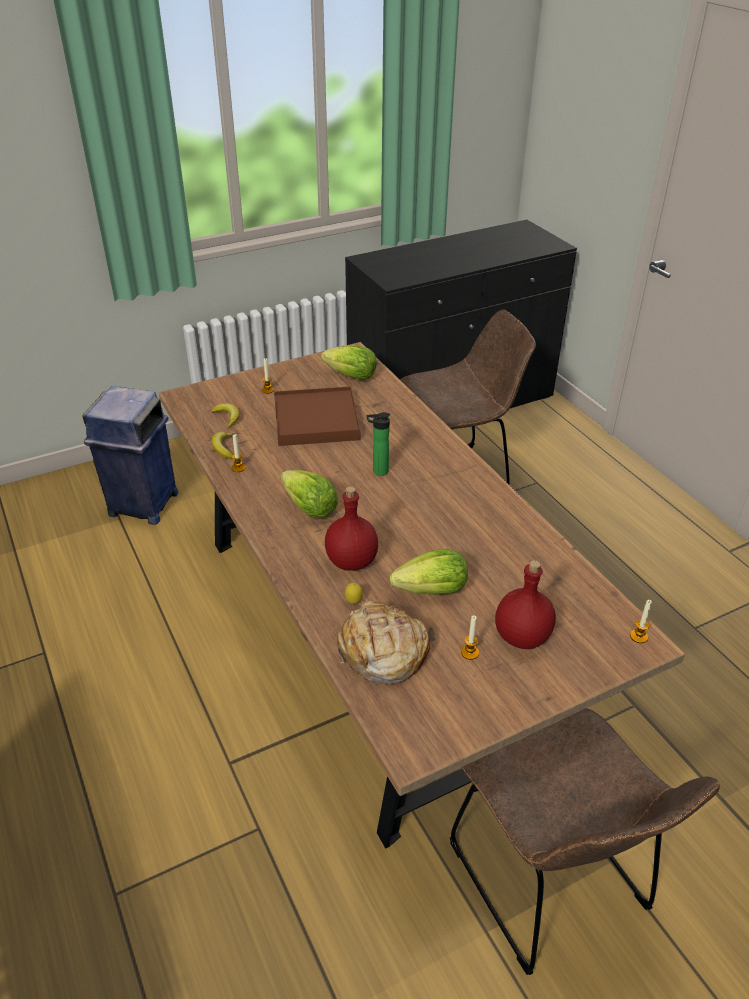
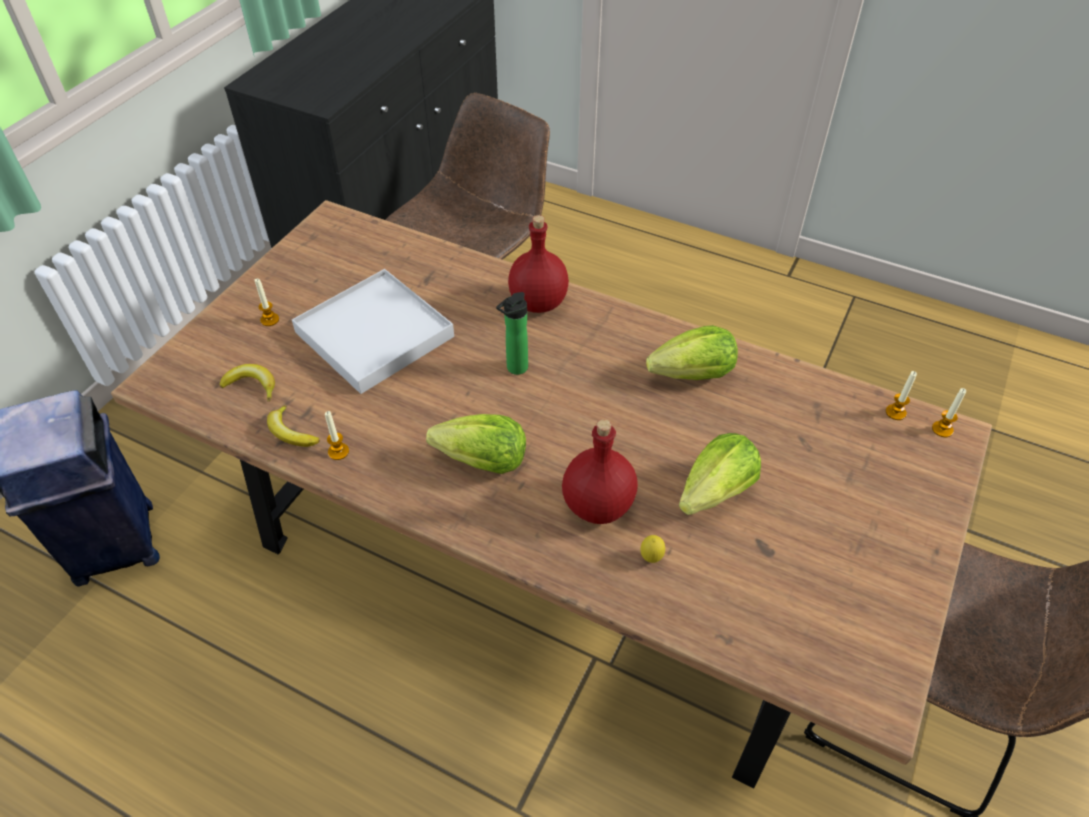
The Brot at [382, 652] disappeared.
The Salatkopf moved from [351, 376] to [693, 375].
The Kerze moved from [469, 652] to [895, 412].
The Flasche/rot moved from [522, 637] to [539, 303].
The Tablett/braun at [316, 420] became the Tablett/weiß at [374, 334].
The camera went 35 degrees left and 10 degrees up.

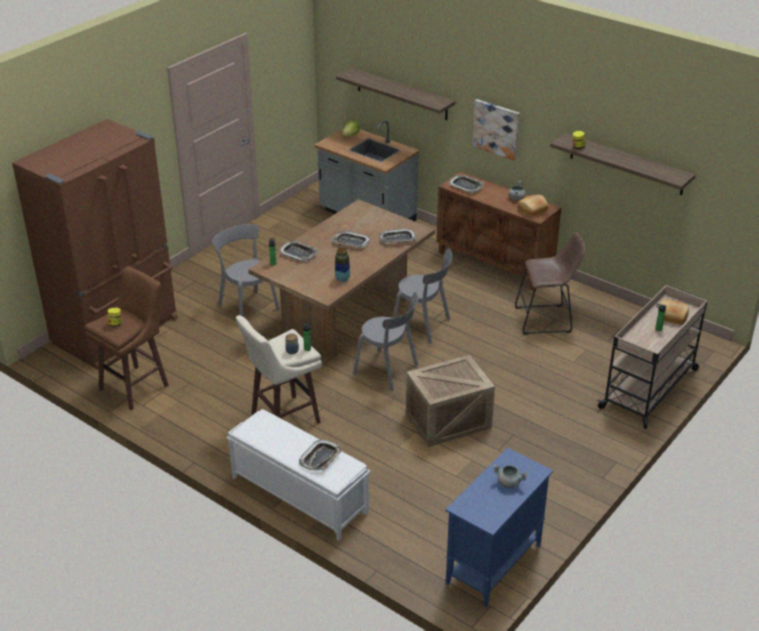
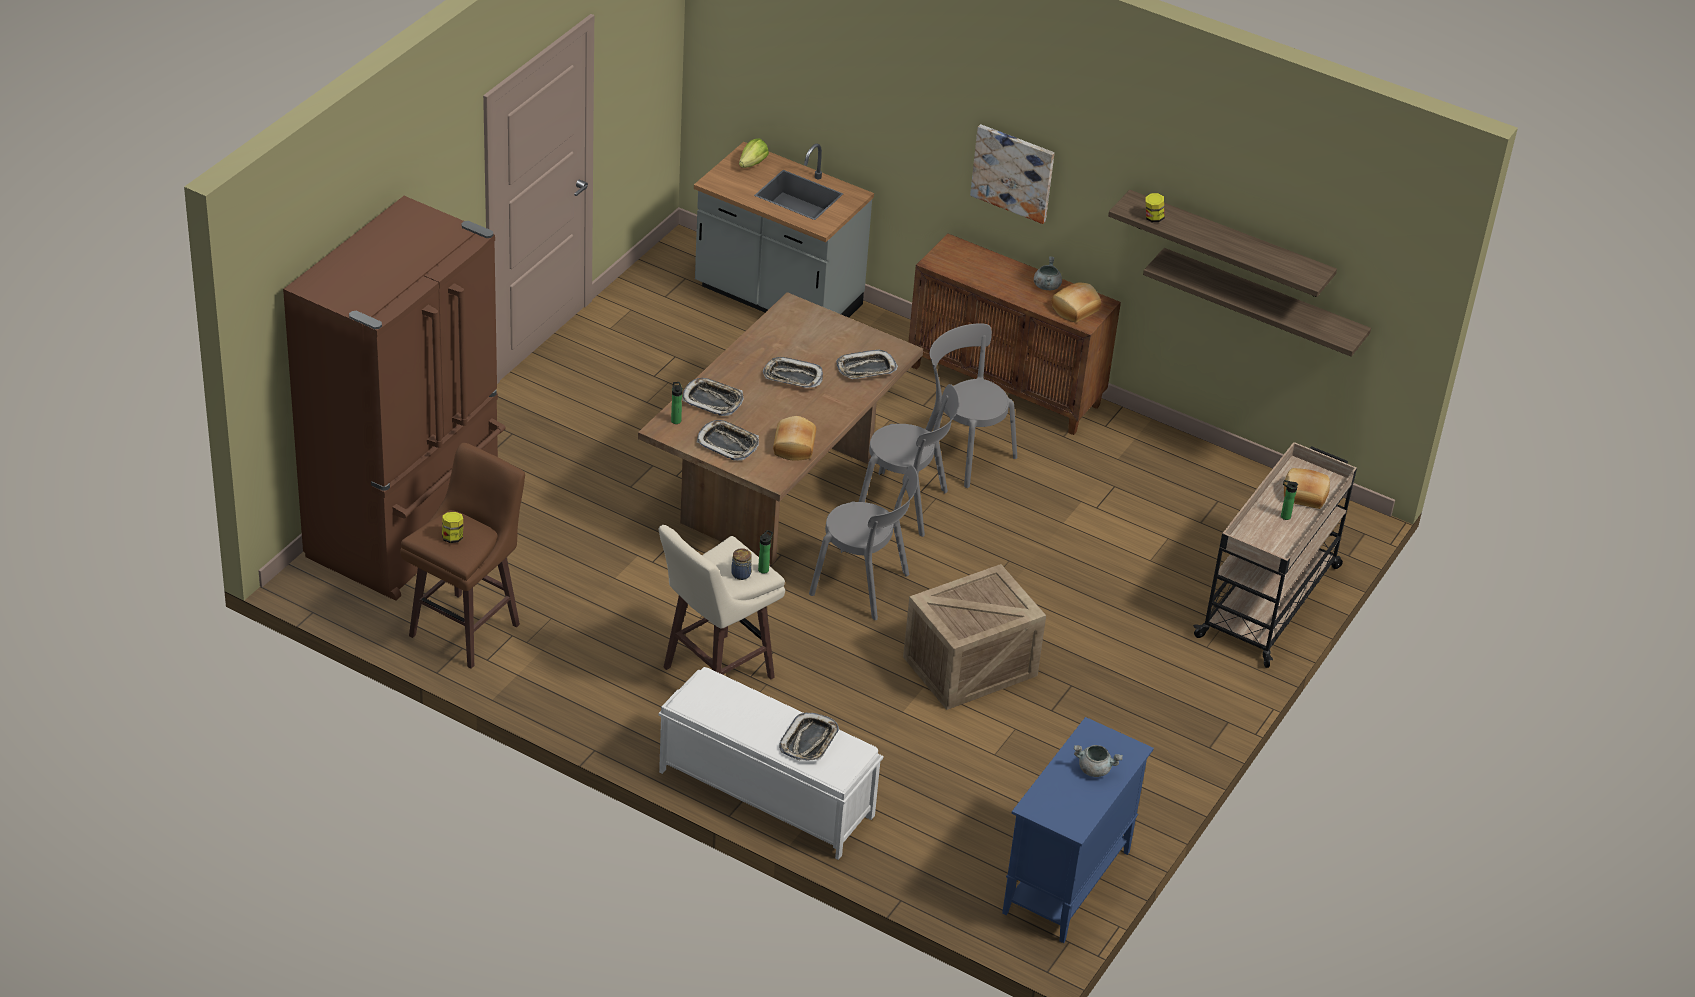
The Hocker/braun at [546, 320] disappeared.
The Stuhl/grau moved from [247, 306] to [963, 452].
The Wandregal moved from [402, 94] to [1263, 303].
The Tablett moved from [466, 186] to [728, 444].
The Vase at [342, 279] was replaced by the Brot at [793, 446].
The camera went 10 degrees left and 5 degrees up.

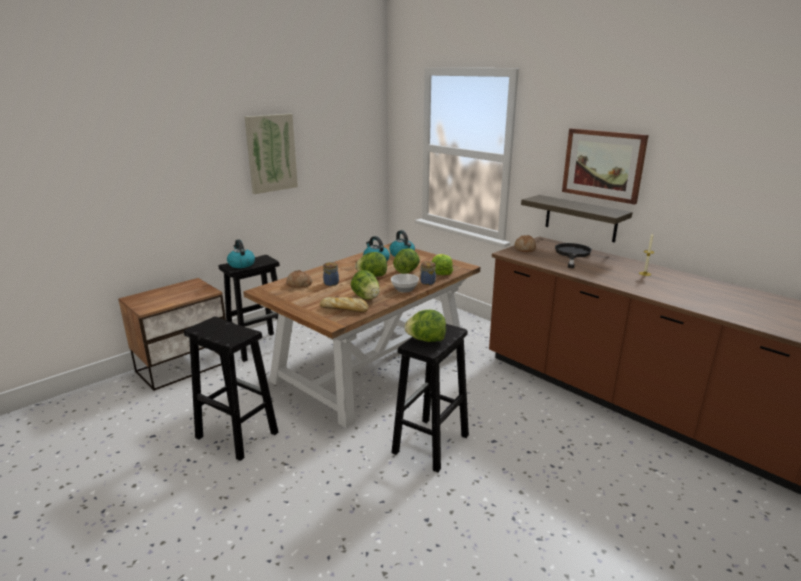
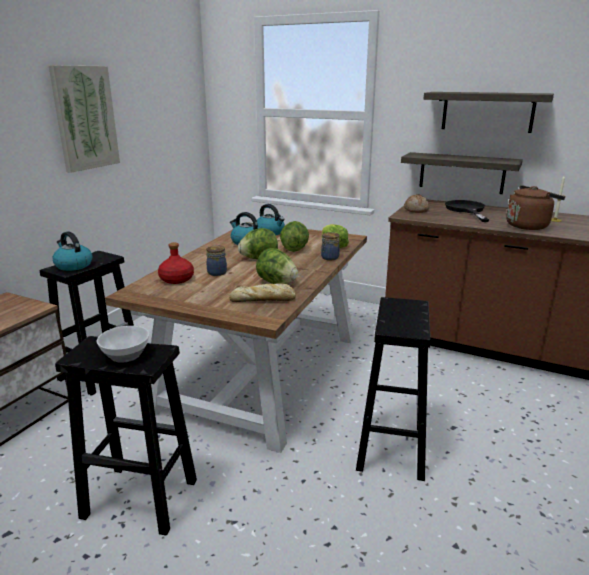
The Salatkopf at [426, 340] disappeared.
The Wasserkessel/braun at [529, 226] appeared.
The Schüssel moved from [404, 289] to [124, 355].
The Brot at [299, 284] was replaced by the Flasche/rot at [176, 279].
The Bild at [603, 165] was replaced by the Wandregal at [487, 111].
The camera went 20 degrees left and 0 degrees up.

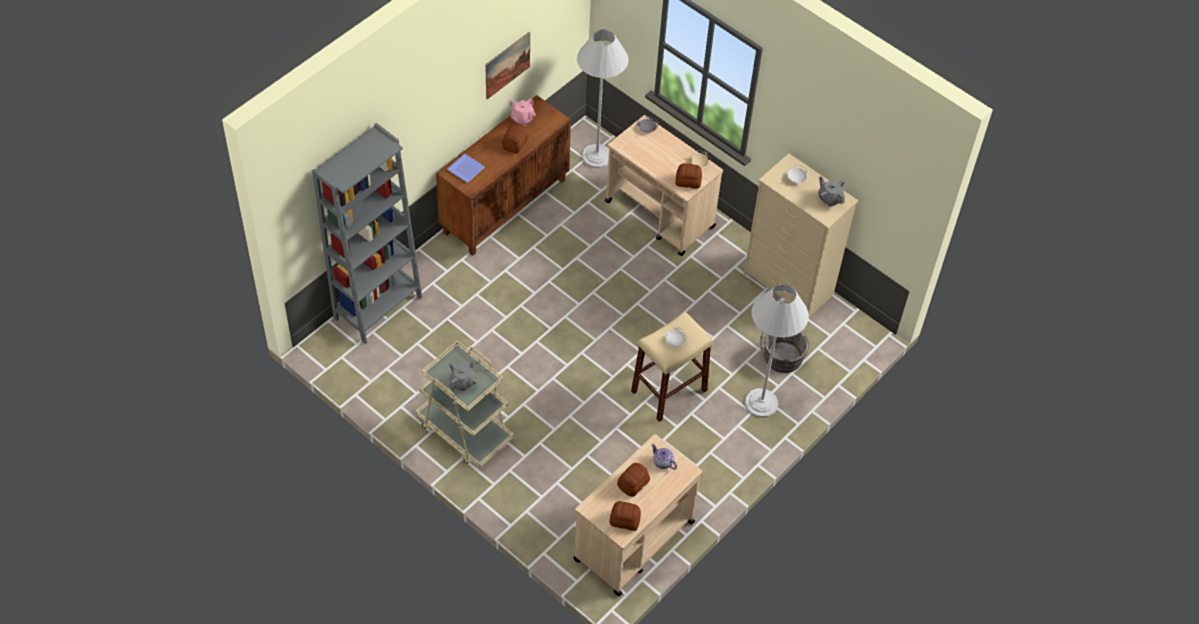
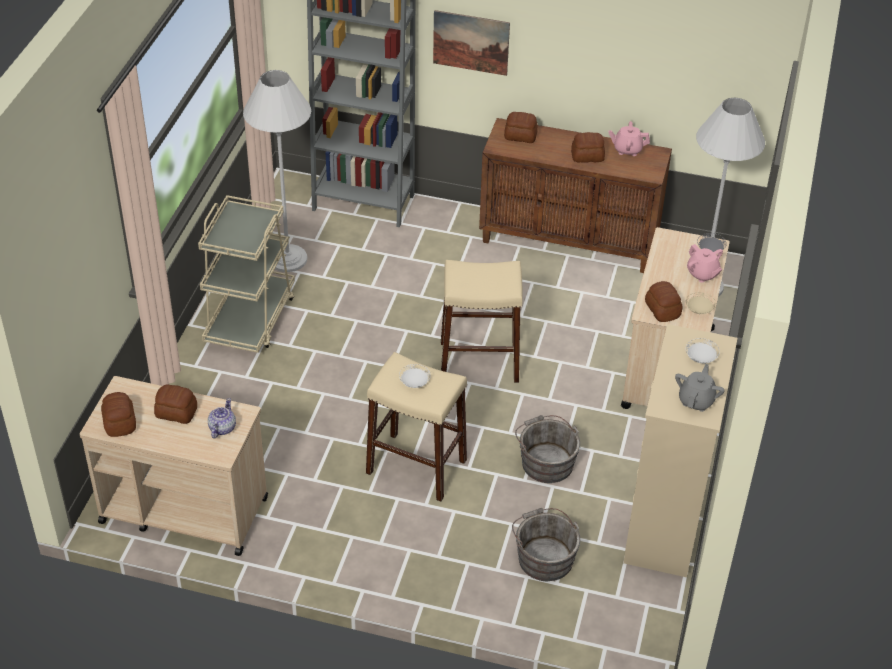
The Teekanne/grau at [463, 382] disappeared.
The Hocker/beige at [479, 362] appeared.
The Eimer/grau at [546, 461] appeared.
The Teekanne/rosa at [702, 274] appeared.
The Bild moved from [507, 65] to [471, 42].
The Stehlampe/weiß moved from [761, 403] to [287, 258].
The Teller at [467, 169] was replaced by the Brot at [520, 136].
The camera went 65 degrees right and 10 degrees down.

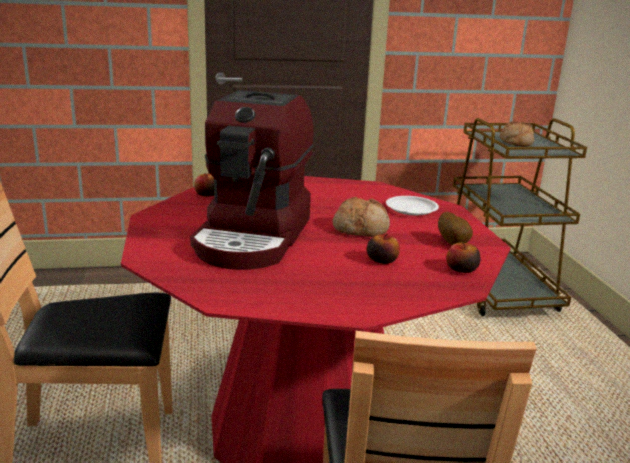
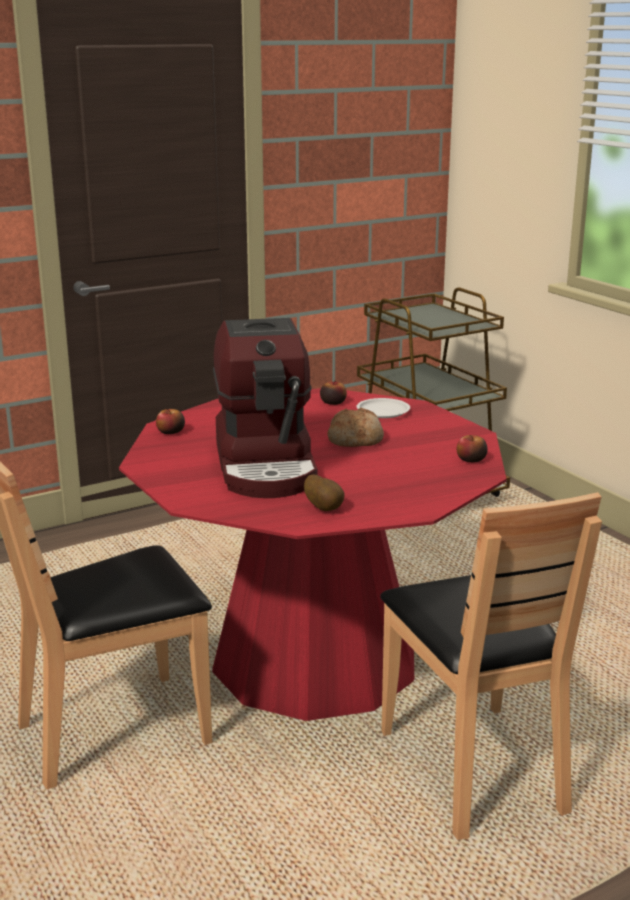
The Brot at [515, 142] disappeared.
The Apfel moved from [382, 260] to [333, 402].
The Kartoffel moved from [454, 243] to [325, 508].
The camera went 20 degrees left and 0 degrees up.

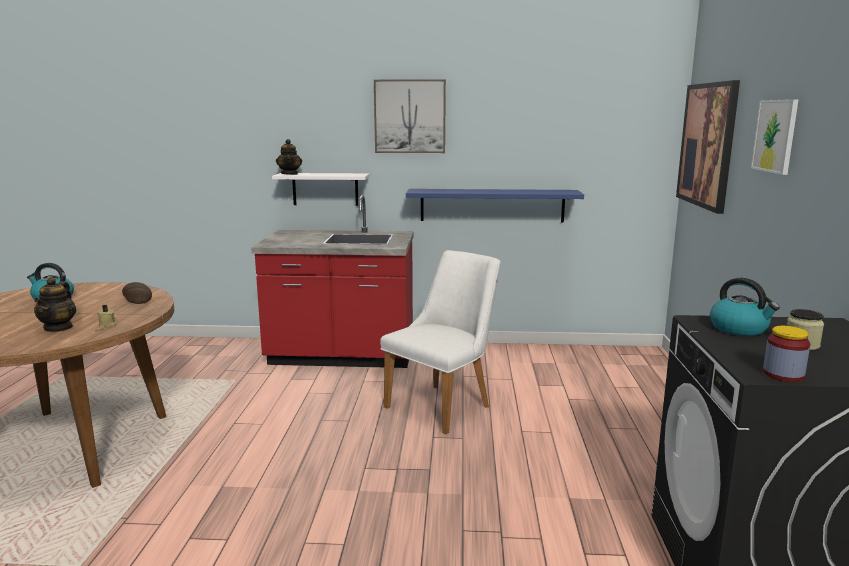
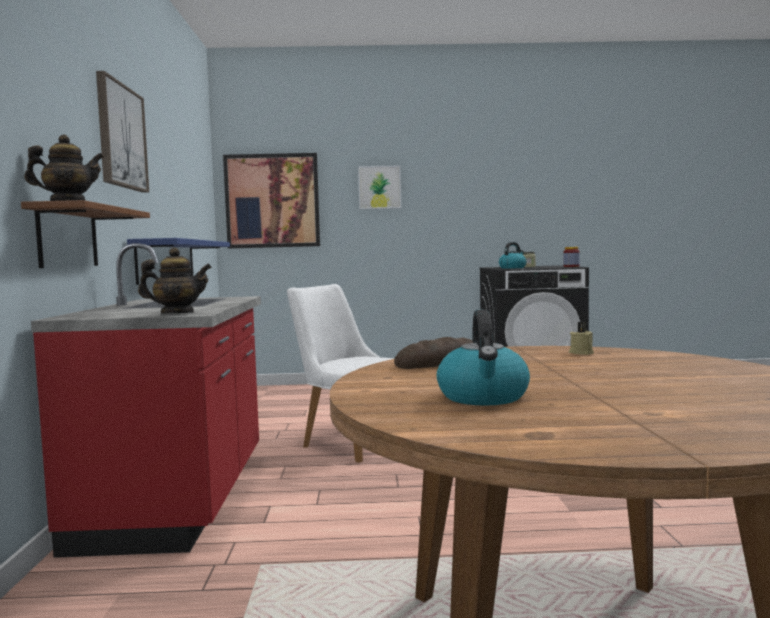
The Teekanne moved from [59, 328] to [177, 313].
The Wandregal/weiß at [325, 189] became the Wandregal/braun at [68, 237].
The camera went 95 degrees left and 10 degrees down.

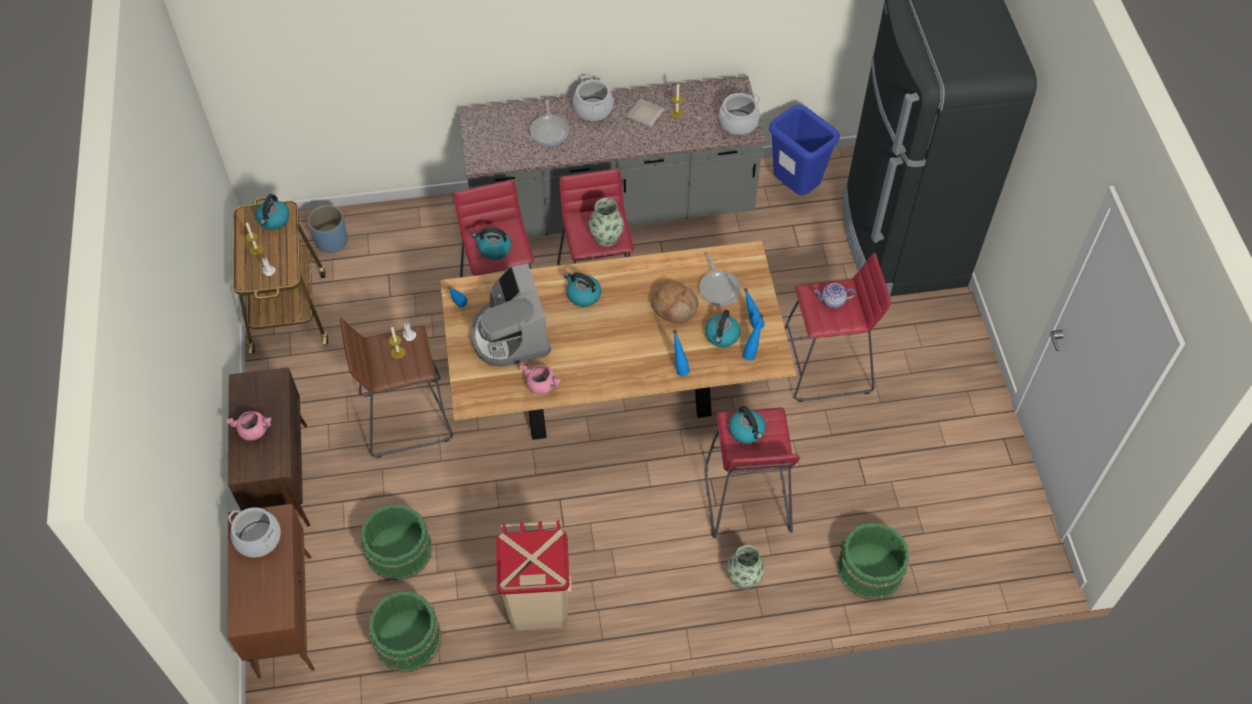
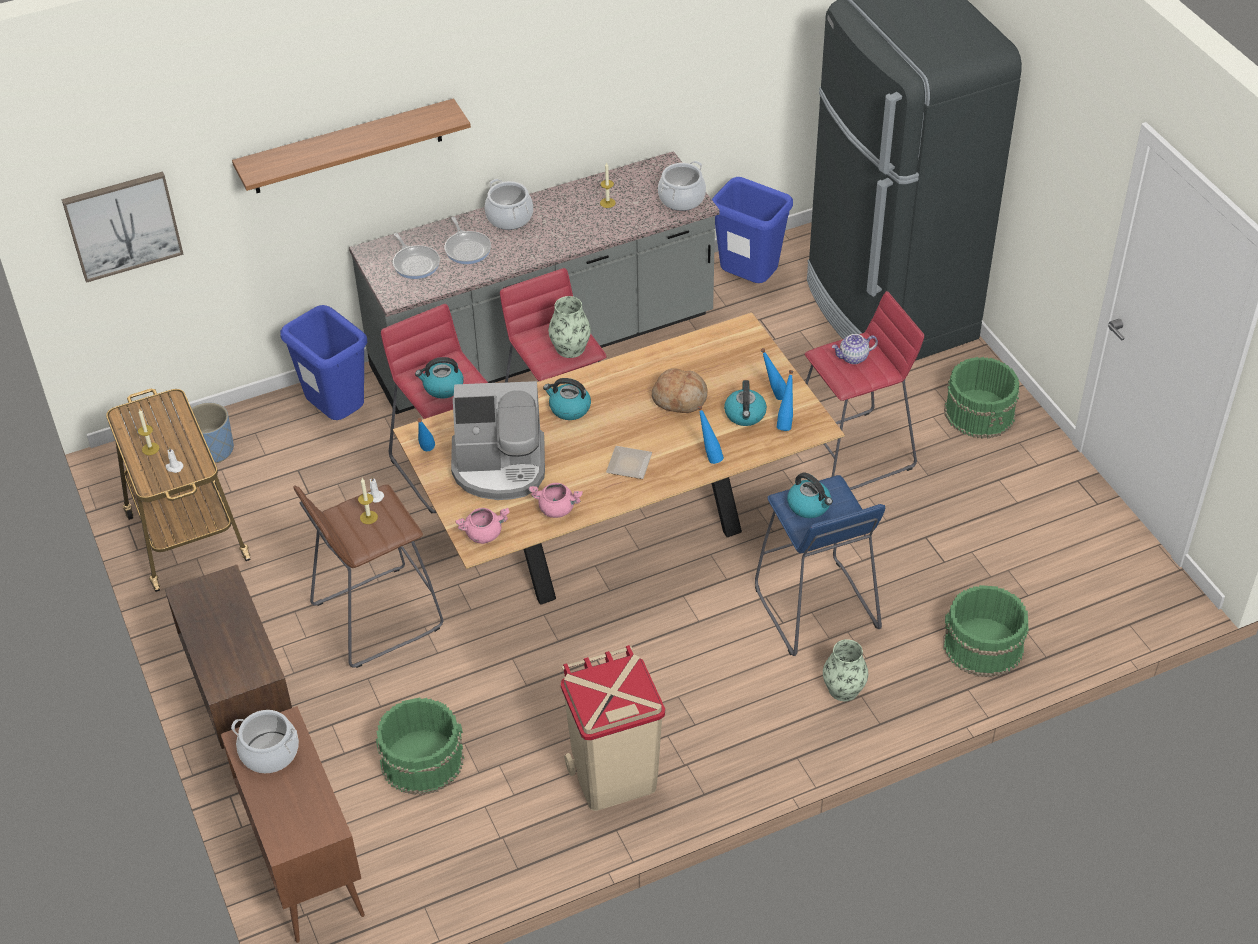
The Wasserkessel at [274, 220] disappeared.
The Bild at [123, 225] appeared.
The Wandregal at [347, 147] appeared.
The Mülleimer/blau at [338, 415] appeared.
The Kochtopf/rosa moved from [254, 430] to [484, 534].
The Eimer/grün moved from [408, 639] to [980, 413].
The Teller moved from [646, 115] to [630, 466].
The Pfanne moved from [719, 288] to [415, 263].
The Hocker/rot at [746, 500] became the Hocker/blau at [815, 609].
The Kaffeemaschine at [510, 335] turned 60 degrees counterclockwise.
The camera went 15 degrees left and 10 degrees down.

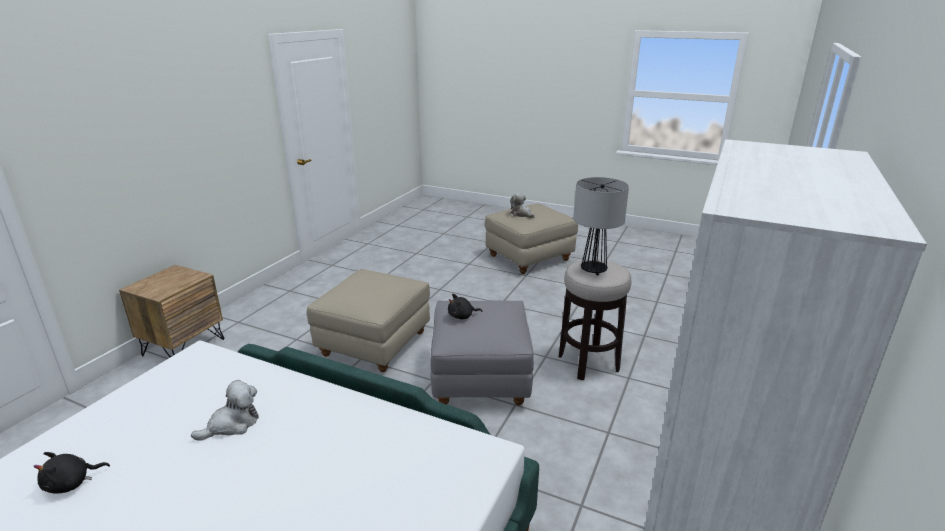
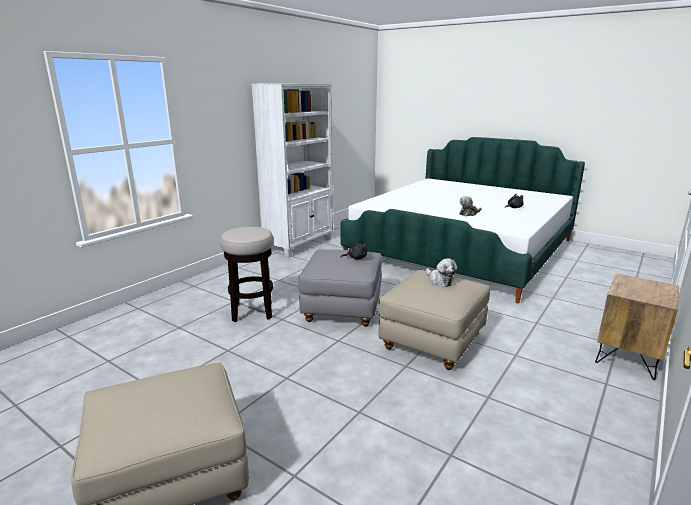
The Tischlampe at [593, 270] disappeared.
The Plüschtier moved from [521, 214] to [440, 281].
The camera went 170 degrees left and 5 degrees down.

